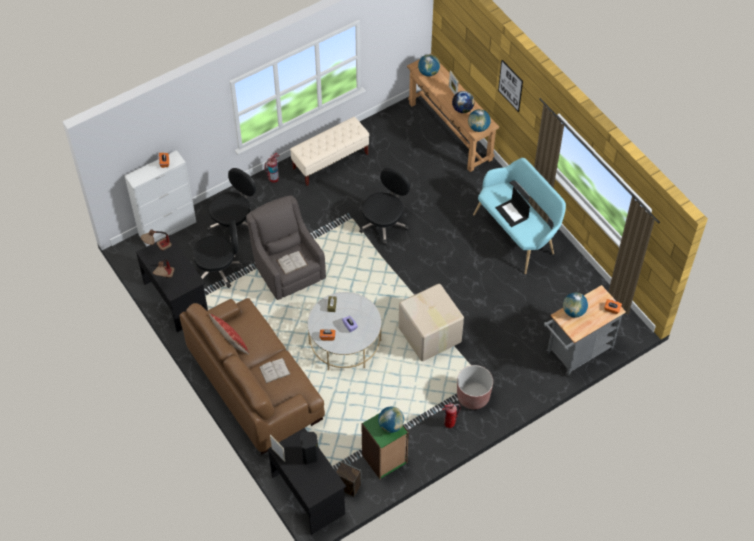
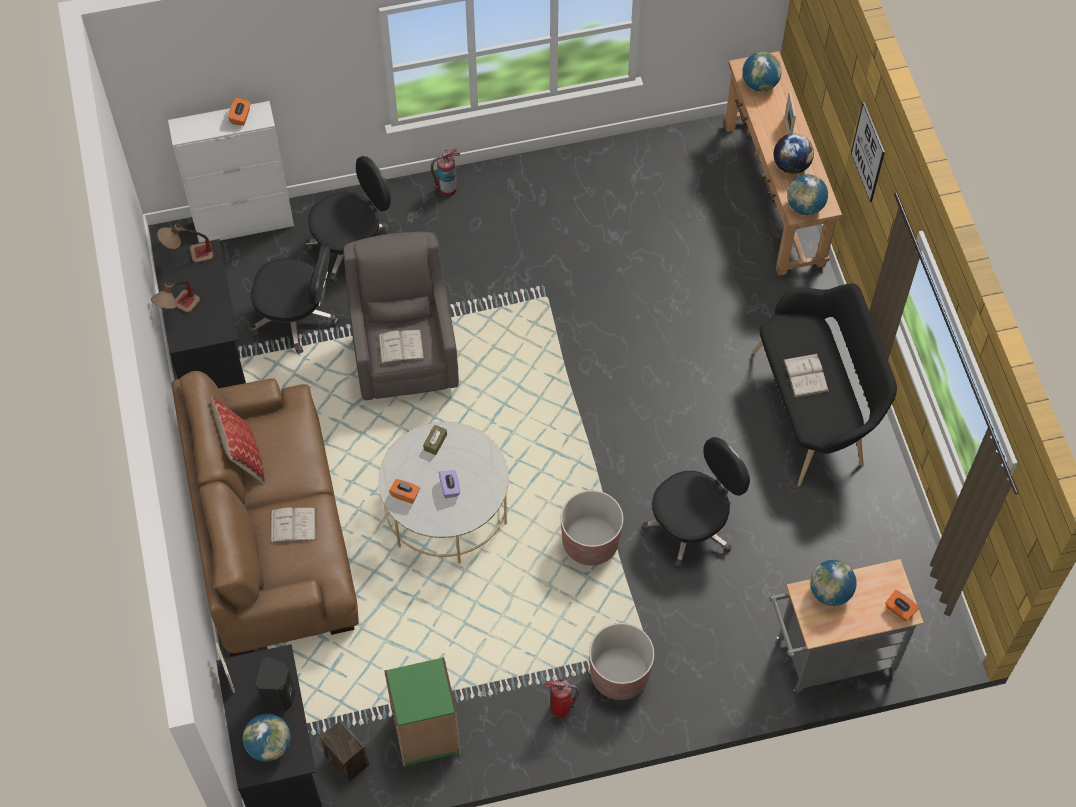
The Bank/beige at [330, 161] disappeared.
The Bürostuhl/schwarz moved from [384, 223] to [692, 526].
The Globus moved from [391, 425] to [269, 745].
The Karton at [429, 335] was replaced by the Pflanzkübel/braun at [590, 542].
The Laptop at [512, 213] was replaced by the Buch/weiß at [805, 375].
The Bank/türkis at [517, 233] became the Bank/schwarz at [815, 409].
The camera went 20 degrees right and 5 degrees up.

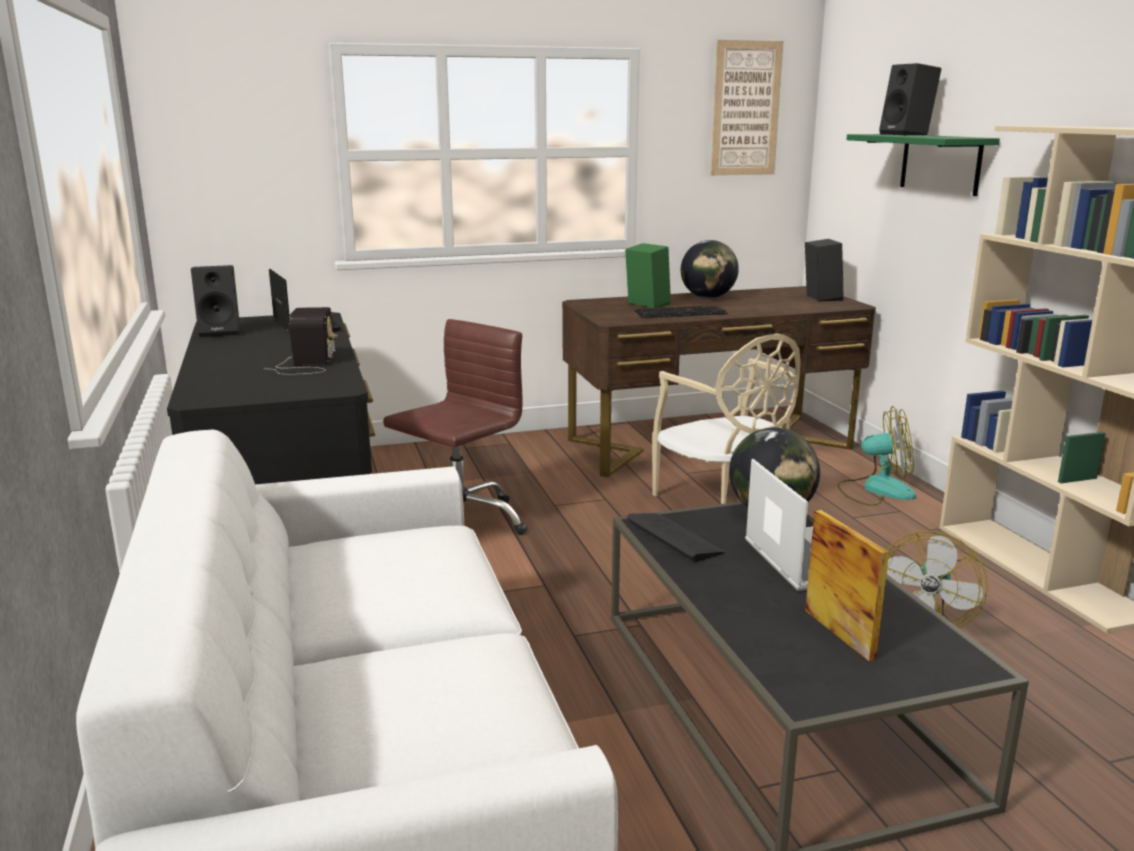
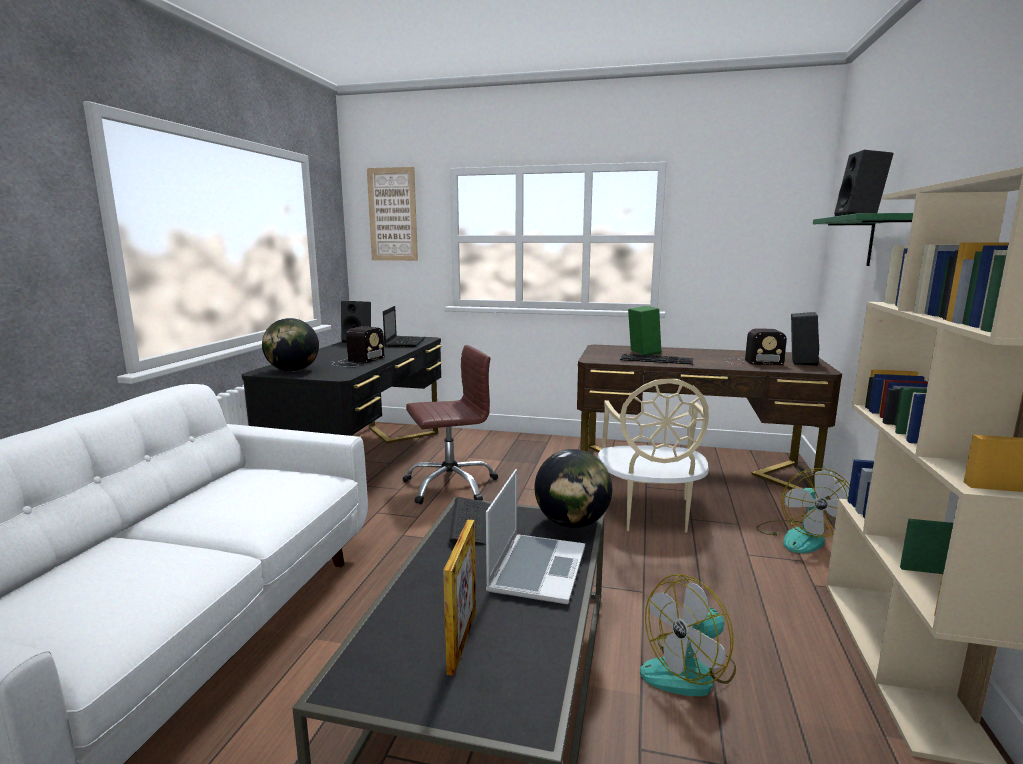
The Radio at [750, 361] appeared.
The Globus moved from [708, 297] to [293, 371].
The Bild moved from [745, 109] to [392, 214].
The Ventilator at [876, 490] turned 60 degrees clockwise.
The camera went 30 degrees right and 5 degrees down.

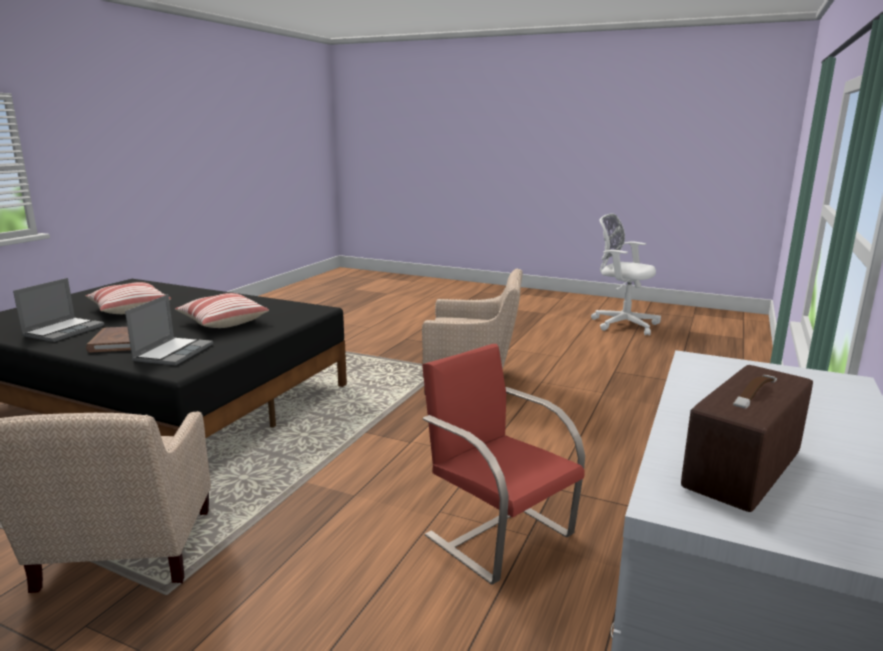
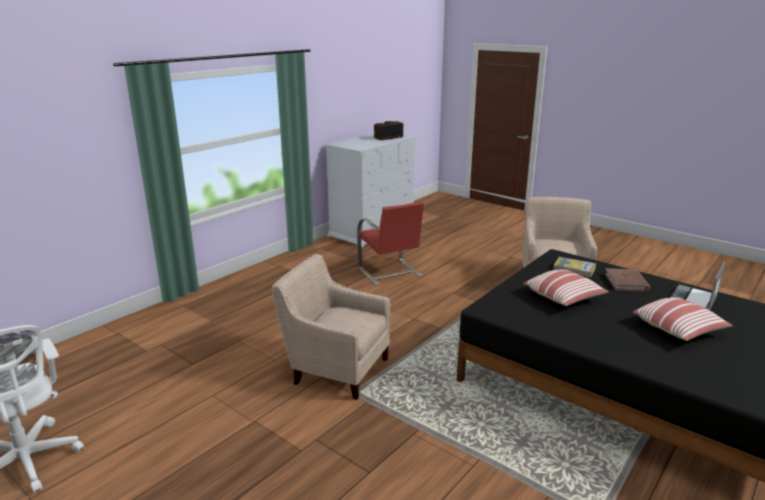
The Laptop at [173, 352] was replaced by the Buch at [574, 268].
The camera went 165 degrees left and 5 degrees up.

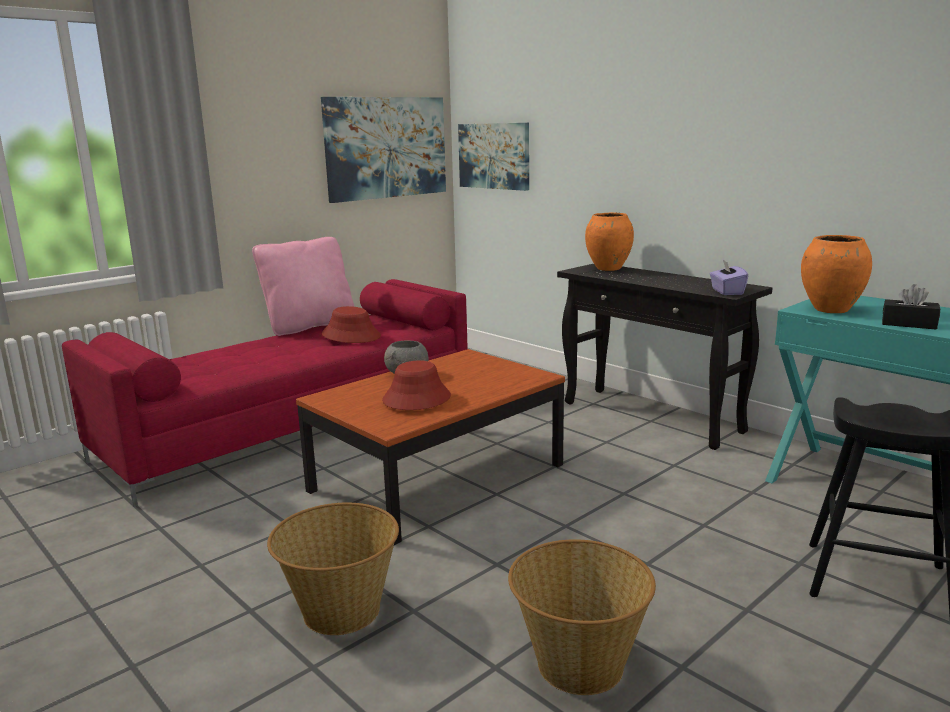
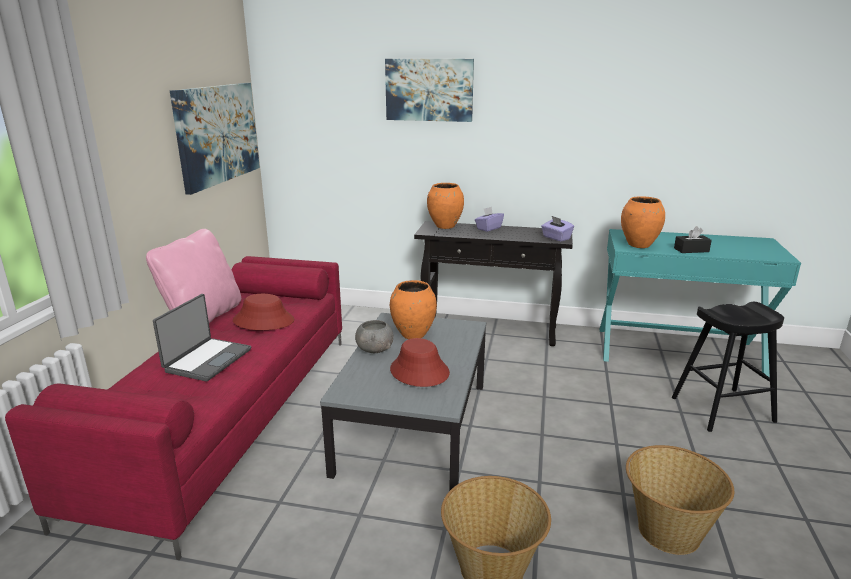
The Laptop at [207, 360] appeared.
The Vase/orange at [413, 335] appeared.
The Taschentuchbox/lila at [488, 228] appeared.
The Bild moved from [494, 156] to [429, 90].
The Couchtisch/braun at [438, 477] became the Couchtisch/grau at [413, 426].
The camera went 35 degrees left and 5 degrees up.

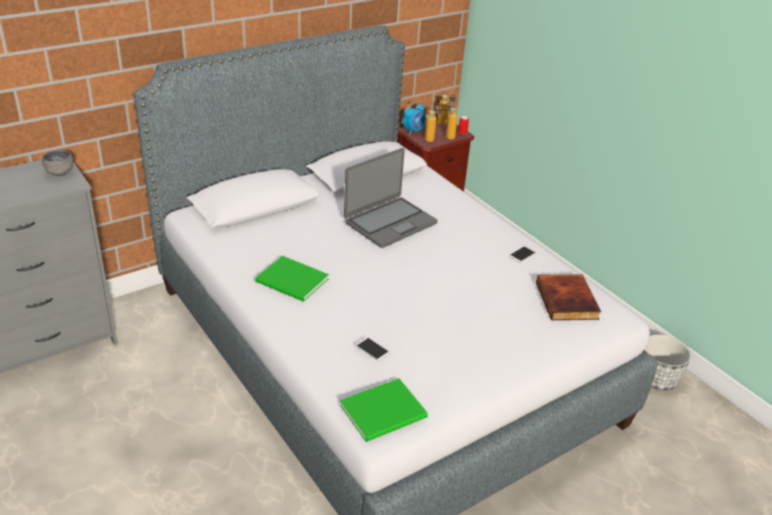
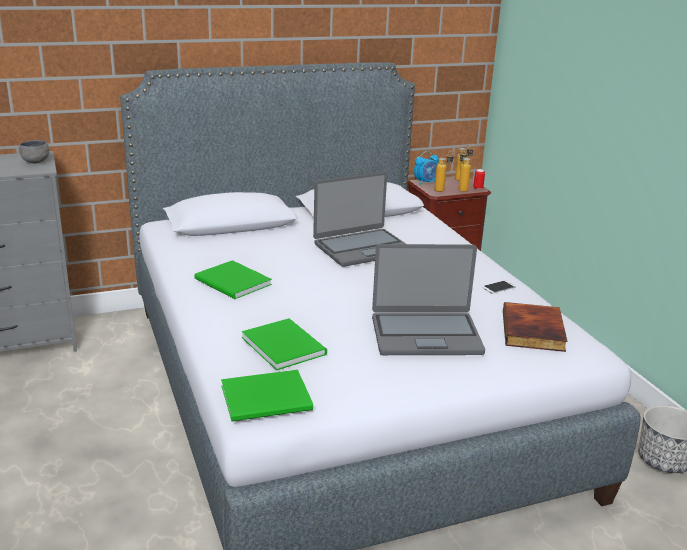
The Laptop at [425, 335] appeared.
The Handy at [372, 349] was replaced by the Buch/grün at [284, 344].
The camera went 15 degrees right and 10 degrees down.

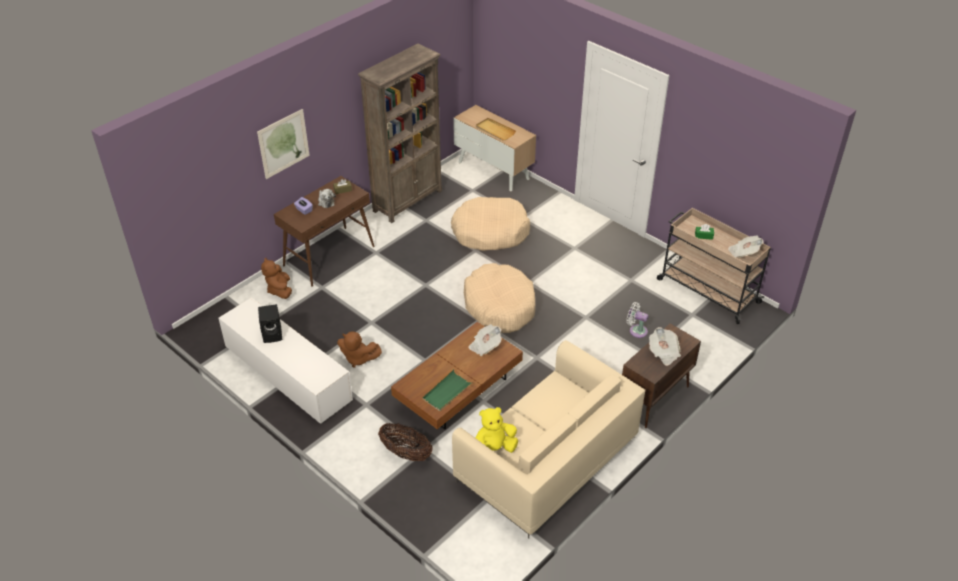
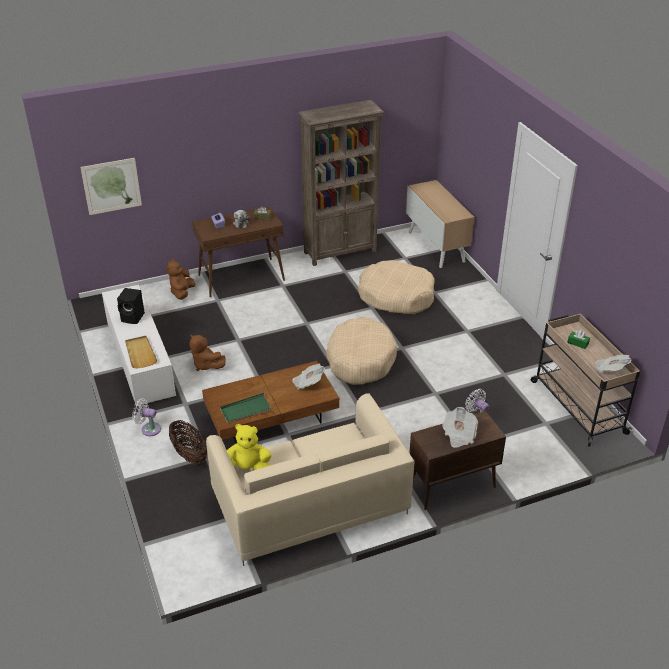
The Ventilator/weiß at [149, 429] appeared.
The Bild moved from [283, 143] to [111, 186].
The Tablett/beige moved from [495, 130] to [140, 353].
The camera went 25 degrees right and 5 degrees down.

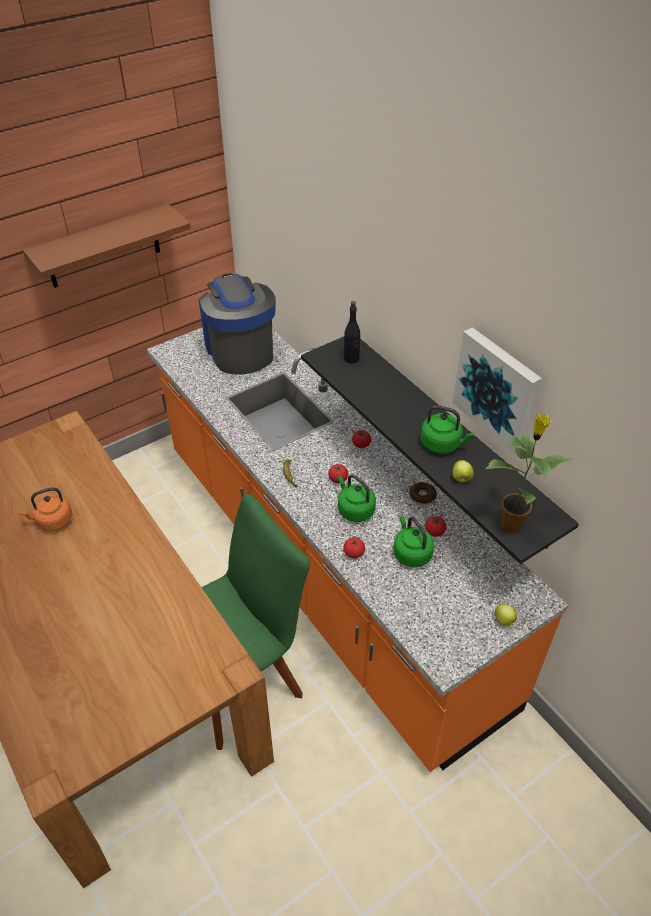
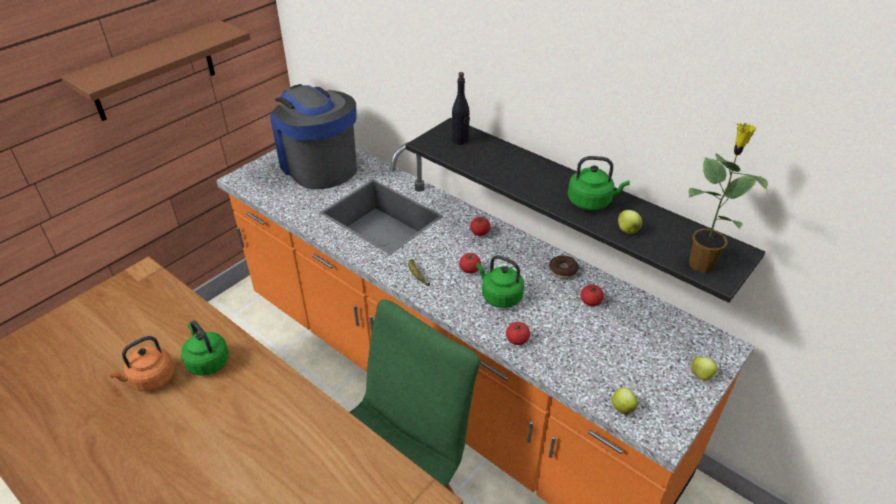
The Bild at [498, 389] disappeared.
The Apfel at [622, 407] appeared.
The Wasserkessel/grün moved from [411, 553] to [207, 361].
The camera went 15 degrees left and 5 degrees down.

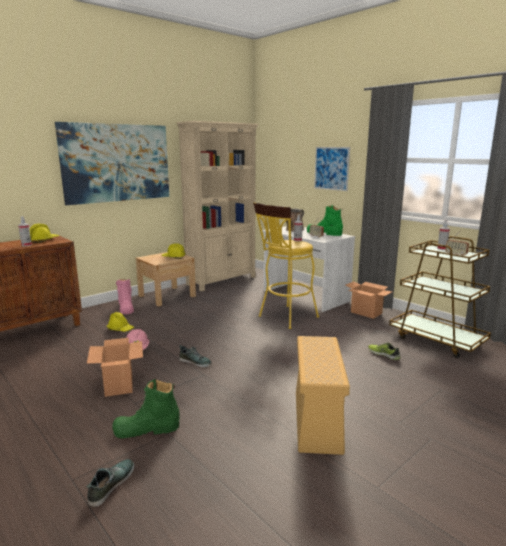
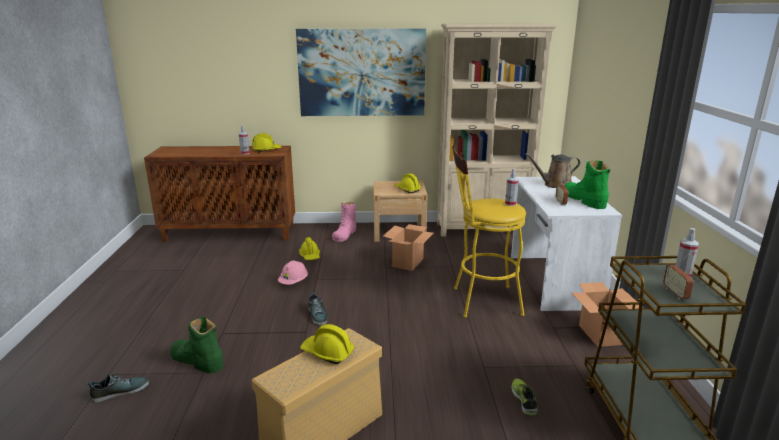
The Bild at [331, 168] disappeared.
The Schutzhelm/gelb at [327, 353] appeared.
The Karton moved from [118, 385] to [408, 262].
The camera went 40 degrees right and 5 degrees up.

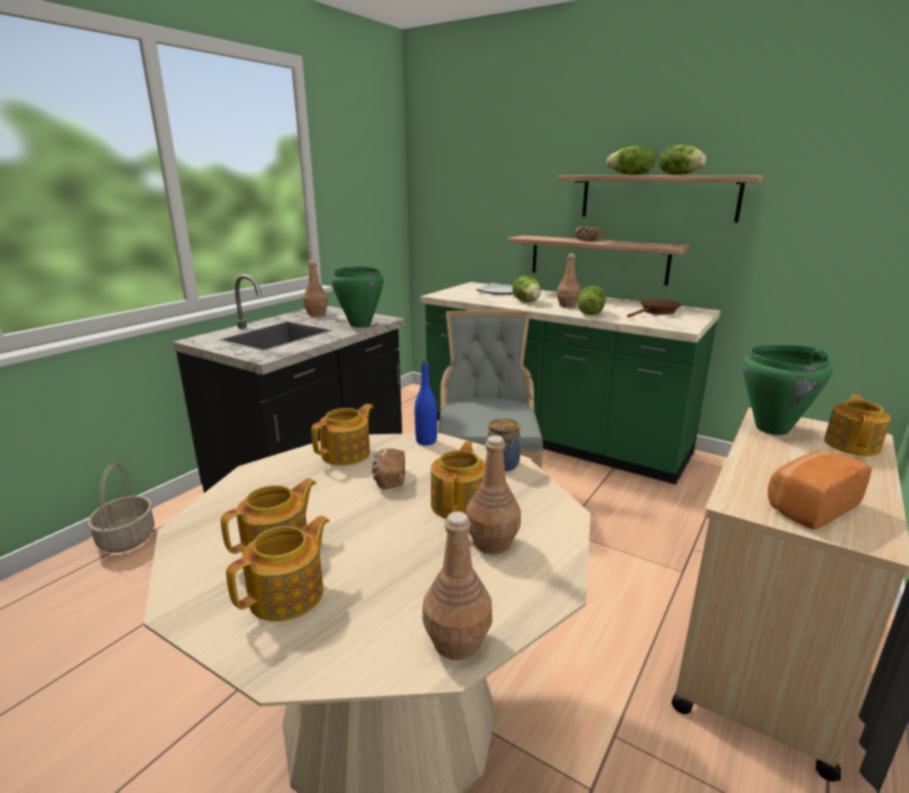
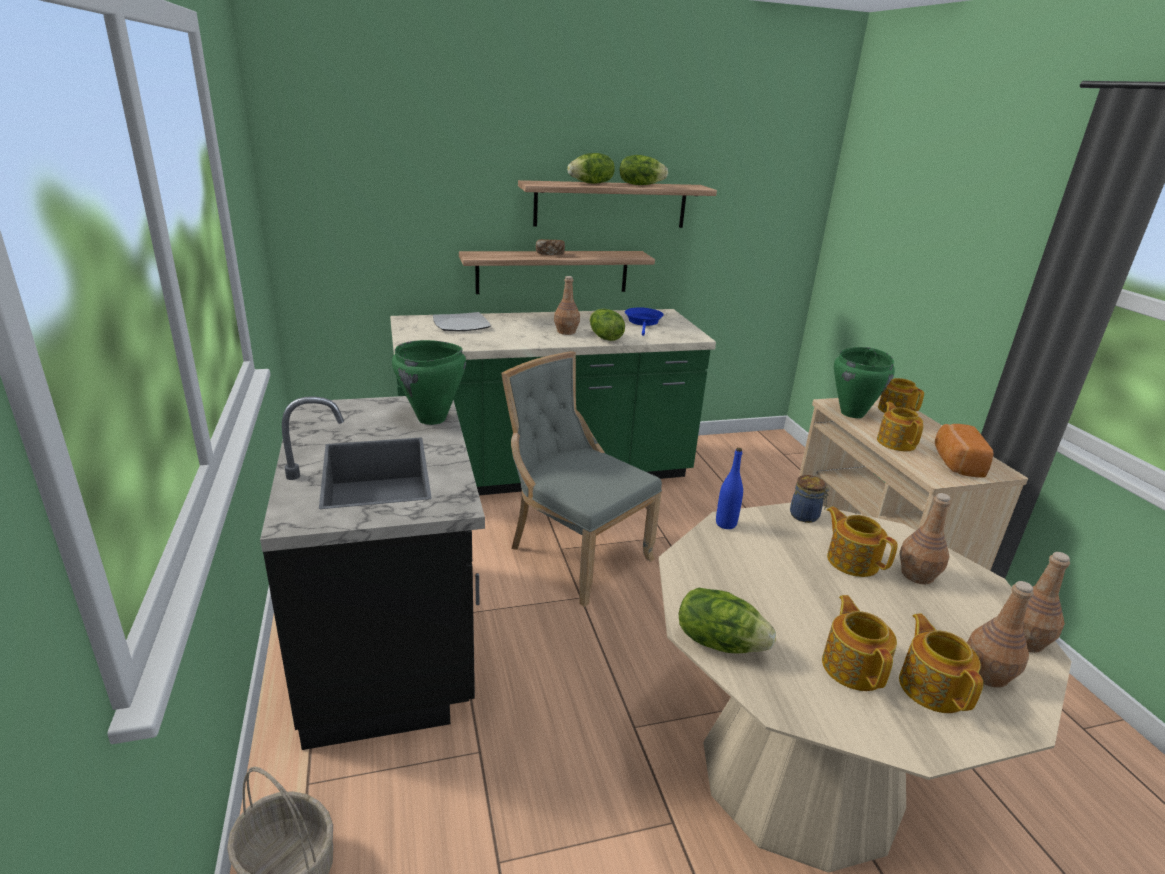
The Brot at [388, 479] disappeared.
The Flasche/braun moved from [316, 314] to [986, 674].
The Teekanne moved from [347, 454] to [896, 442].
The Salatkopf moved from [527, 301] to [719, 642].
The Pfanne/braun at [657, 312] became the Pfanne/blau at [643, 322].
The camera went 50 degrees left and 5 degrees up.

